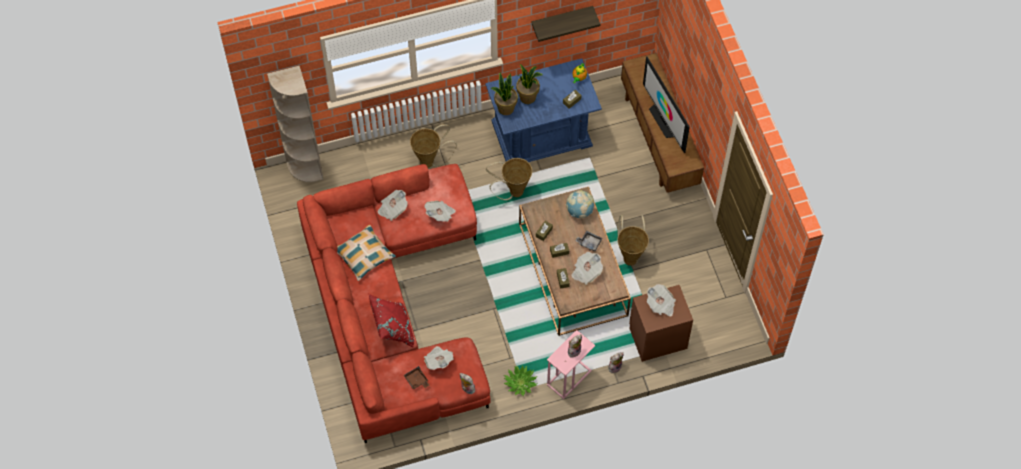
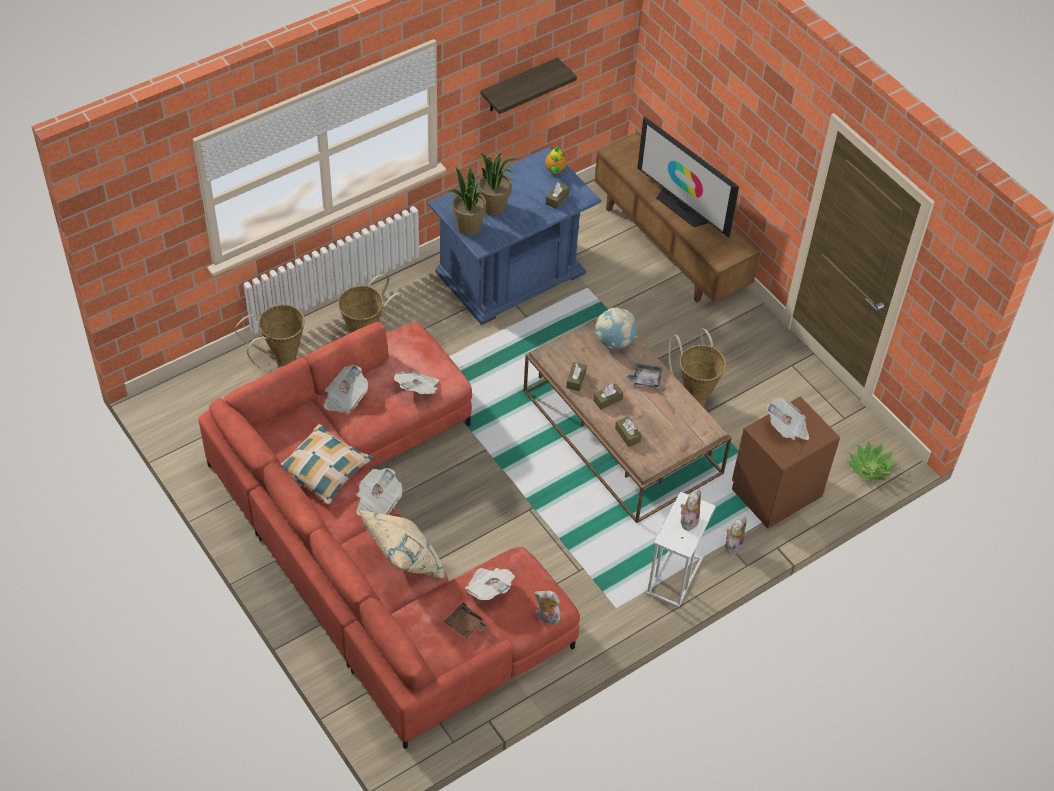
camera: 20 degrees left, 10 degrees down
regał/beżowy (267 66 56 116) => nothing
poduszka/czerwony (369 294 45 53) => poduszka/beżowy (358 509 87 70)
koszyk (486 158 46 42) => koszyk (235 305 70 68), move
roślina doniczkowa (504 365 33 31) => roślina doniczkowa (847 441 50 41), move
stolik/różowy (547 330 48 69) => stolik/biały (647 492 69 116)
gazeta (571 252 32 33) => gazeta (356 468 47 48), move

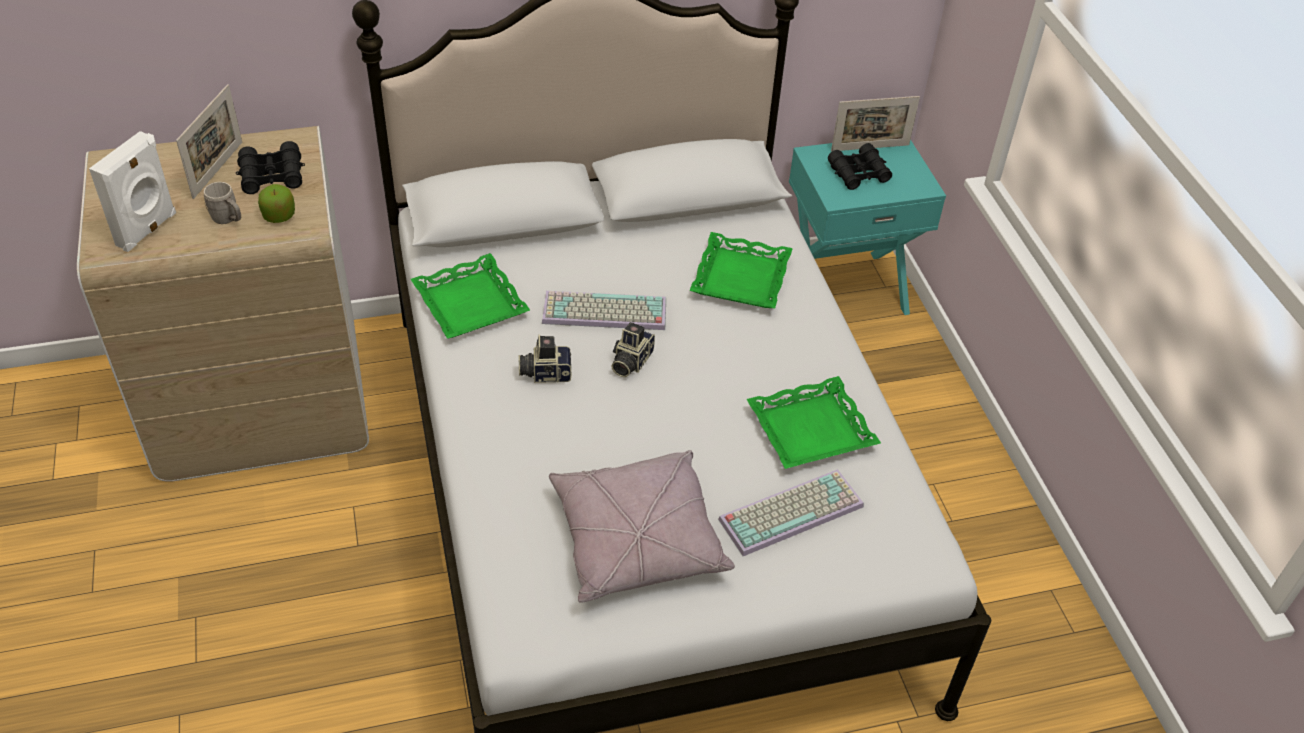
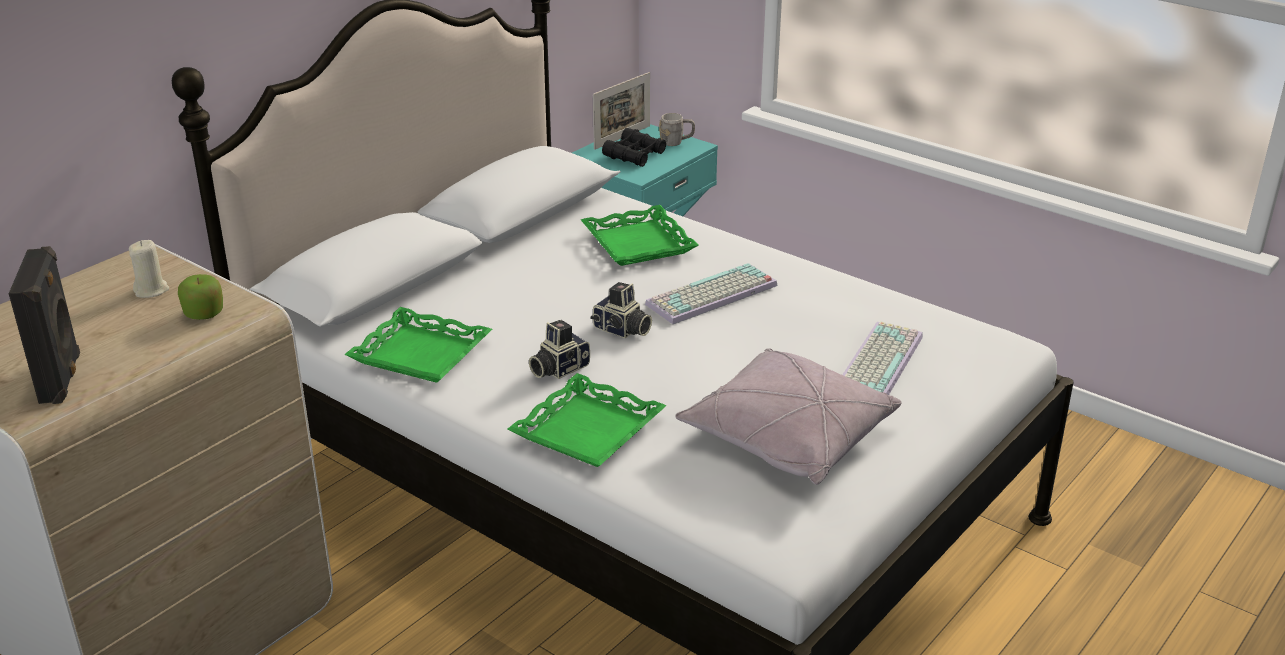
camera: 35 degrees left, 15 degrees down
głośnik/biały (89 131 87 121) => głośnik/czarny (9 246 71 158)
ramka na zdjęcie (176 84 66 115) => nothing
kubek/szary (204 182 37 42) => kubek/szary (659 113 36 33), move
lornetka/czarny (236 141 69 53) => świeca/beżowy (129 240 40 58)
klawiatura (542 291 124 39) => klawiatura (645 263 132 61), move
aparat fotograficzny (611 322 44 55) => aparat fotograficzny (591 282 61 56), 45 degrees counterclockwise
taca/zielony (747 376 134 93) => taca/zielony (508 373 159 94), move

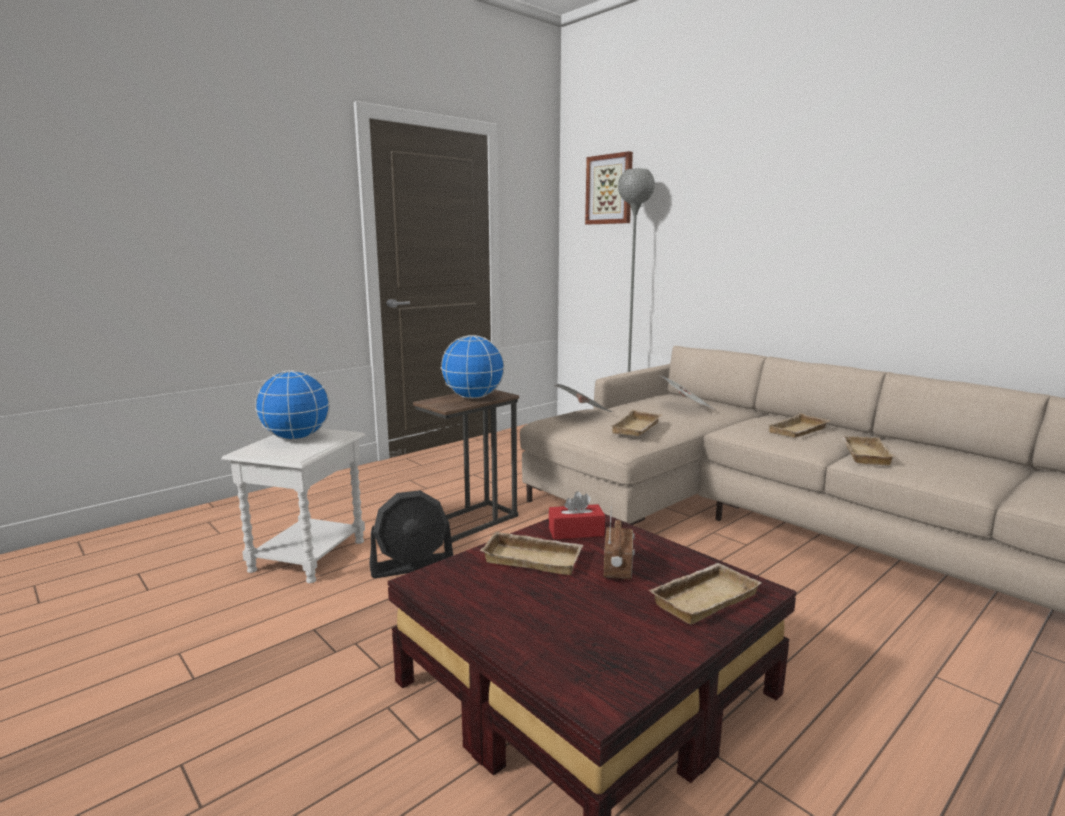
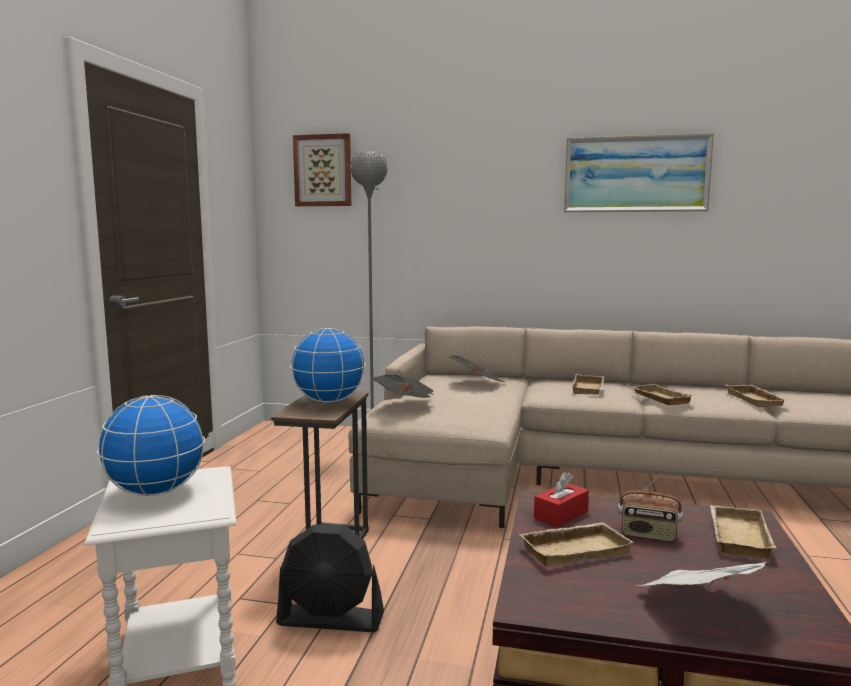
camera: 35 degrees left, 5 degrees down
wentylator/czarny (369 490 84 88) => wentylator/czarny (276 524 108 108), 60 degrees clockwise
radio (604 506 31 73) => radio (618 473 64 69), 135 degrees clockwise
taca/beżowy (610 410 52 26) => taca/beżowy (725 384 64 23), move
nothing => obraz (564 133 150 79)
nothing => gazeta (638 562 130 25)

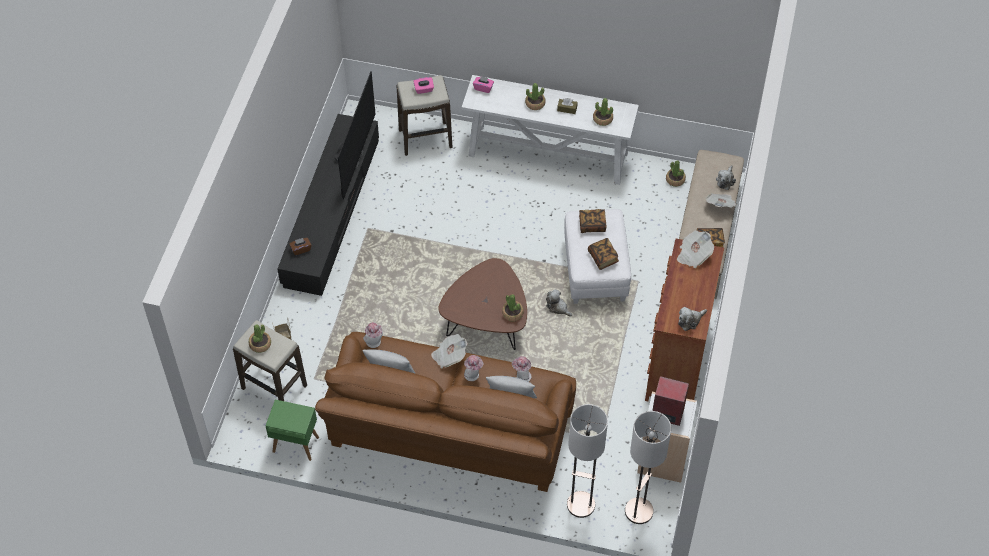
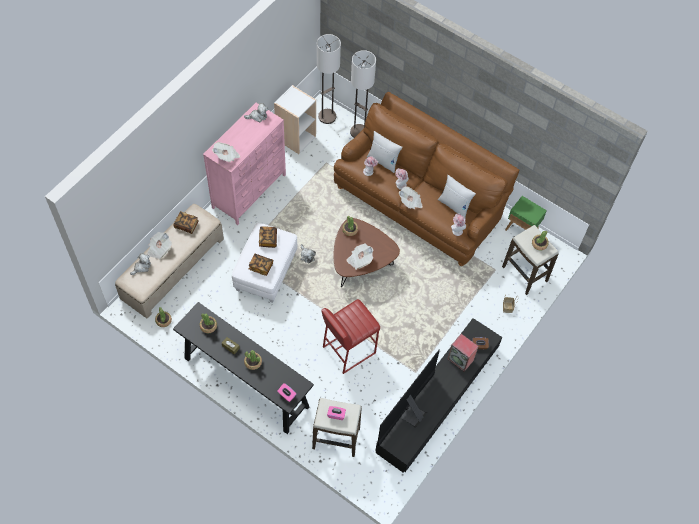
camera: 160 degrees left, 5 degrees up
stolik konsolowy/biały (462 75 177 110) => stolik konsolowy/czarny (173 302 141 132)
komoda/brązowy (645 239 79 162) => komoda/różowy (203 103 83 122)
głośnik (652 376 37 50) => głośnik (448 334 31 38), move
nothing => stołek/czerwony (322 299 58 75)
nothing => gazeta (347 244 27 26)

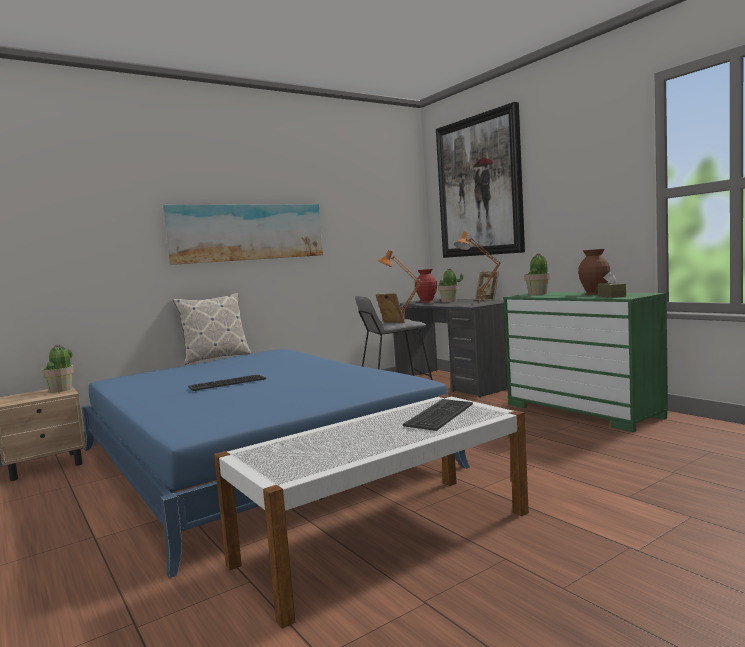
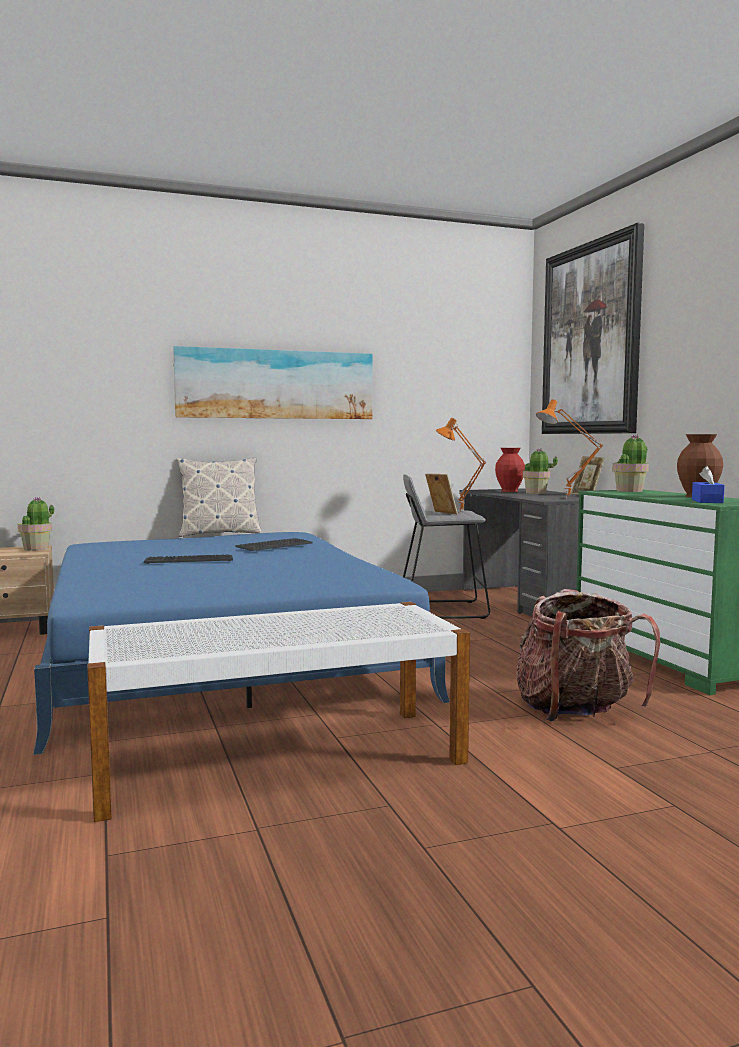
camera: 15 degrees right, 0 degrees up
klawiatura (403 399 70 32) => klawiatura (235 538 78 13), move
pudełko chusteczek/brązowy (598 272 28 26) => pudełko chusteczek/niebieski (692 466 33 37)
nothing => plecak (516 589 144 132)

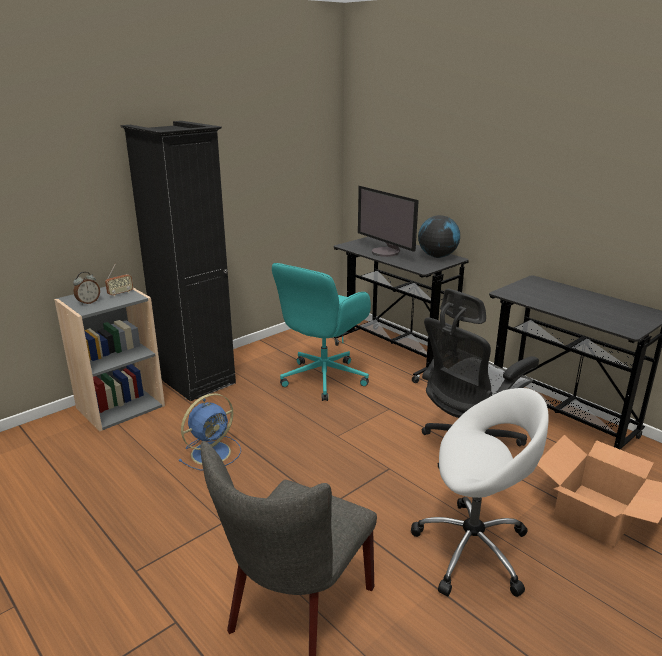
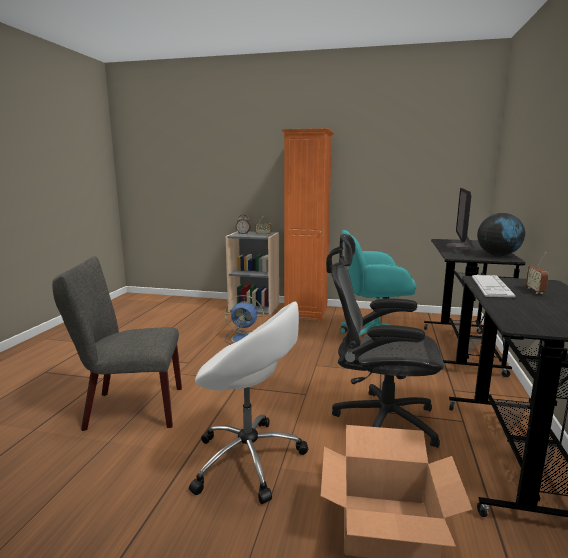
camera: 55 degrees right, 10 degrees down
szafka/czarny (120 121 116 280) => szafka/pomarańczowy (281 128 53 193)
krzesło biurowe/biały (411 388 138 209) => krzesło biurowe/biały (189 301 119 203), 45 degrees counterclockwise
nothing => klawiatura (472 275 44 22)
nothing => radio (526 252 23 42)

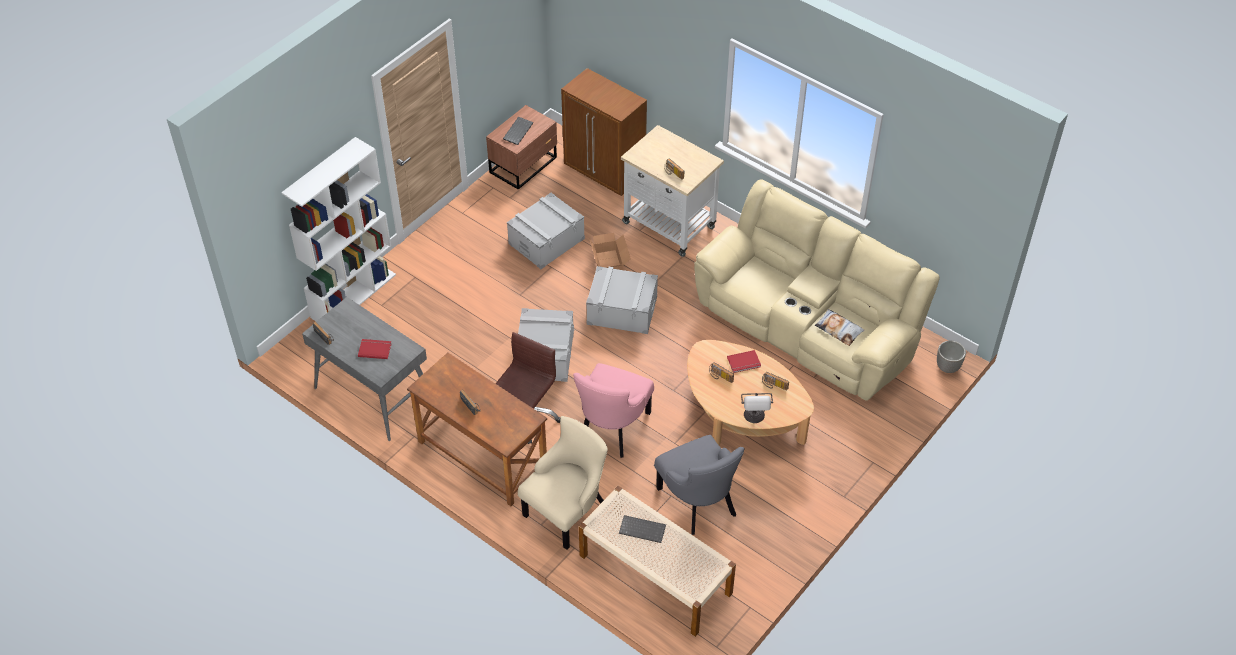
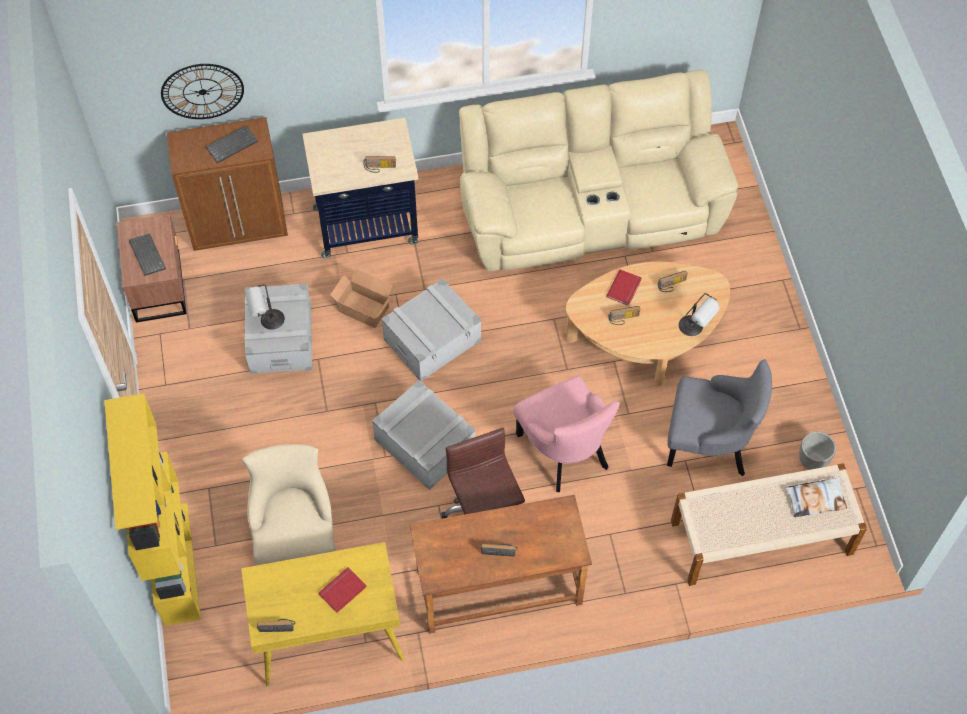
camera: 50 degrees left, 10 degrees up
regał/biały (281 137 115 185) => regał/żółty (104 393 97 233)
biurko/szary (302 297 125 144) => biurko/żółty (241 542 163 145)
krzesło/beżowy (518 416 90 134) => krzesło/beżowy (242 444 94 122), move
klawiatura (619 515 47 28) => klawiatura (206 125 52 38), move
wózek/biały (621 125 103 132) => wózek/niebieski (302 118 116 140)
poduszka (815 309 50 37) => poduszka (785 478 62 39), move
donica (937 341 29 32) => donica (799 431 37 39), move
nothing => zegar ścienny (161 64 83 55)
nothing => lampa stołowa (246 284 39 46)

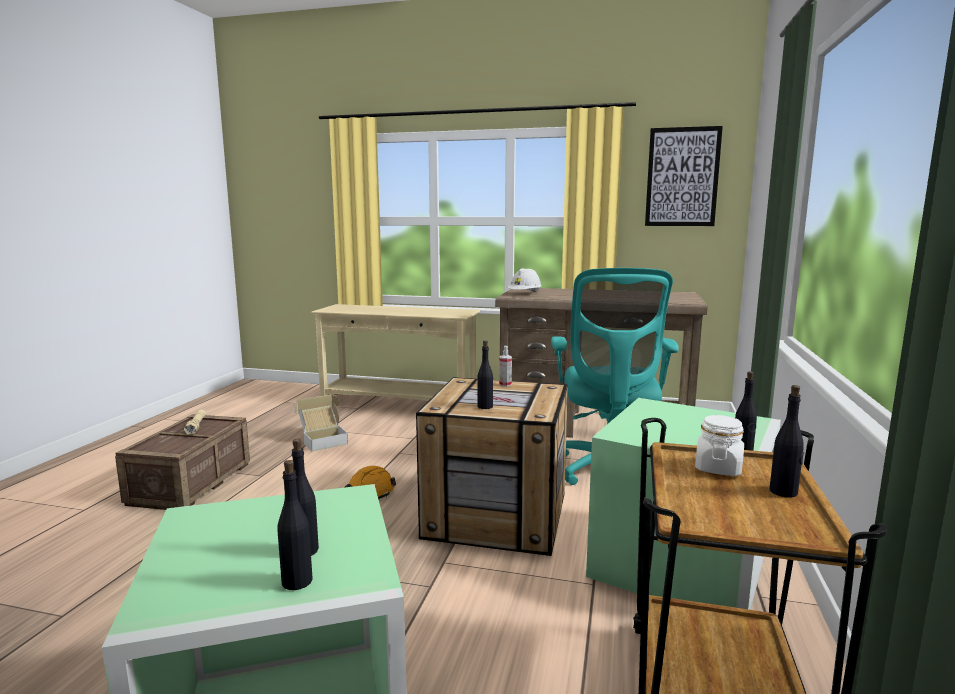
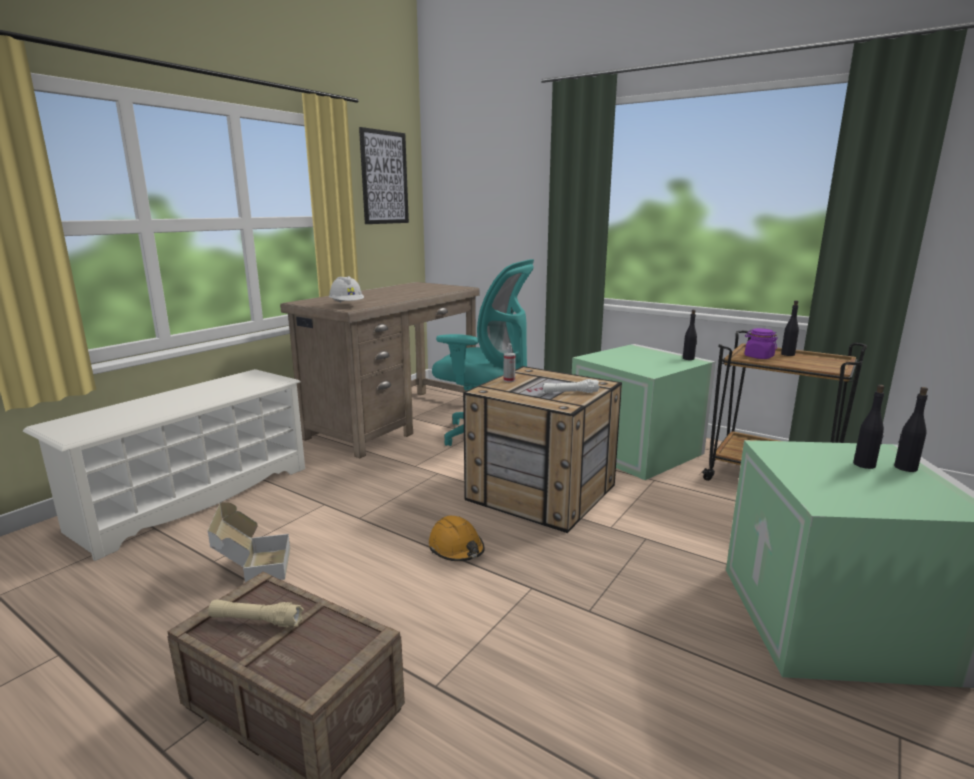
camera: 70 degrees left, 5 degrees up
stolik konsolowy/beżowy (311 304 169 97) => regał na buty/biały (23 369 282 192)
butelka/czarny (477 341 16 68) => latarka/biały (543 379 57 15)
słoik/biały (695 415 49 61) => słoik/fioletowy (745 328 33 31)

